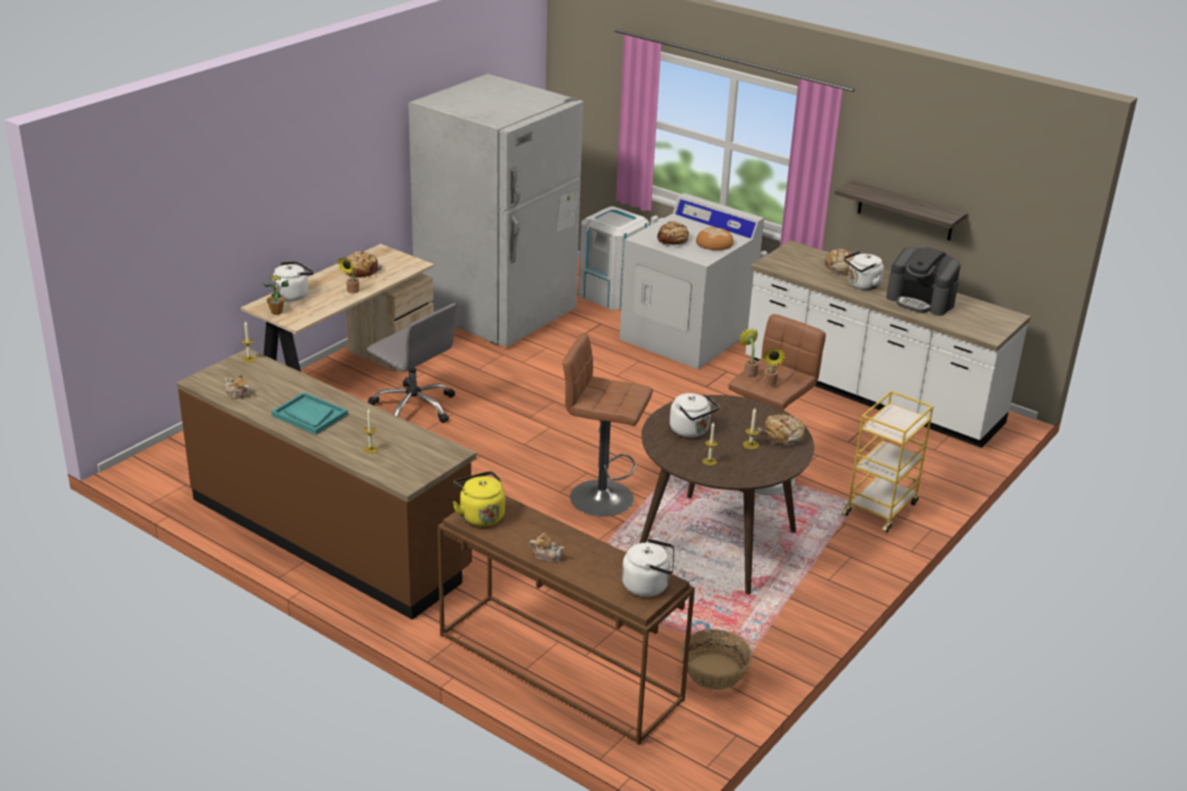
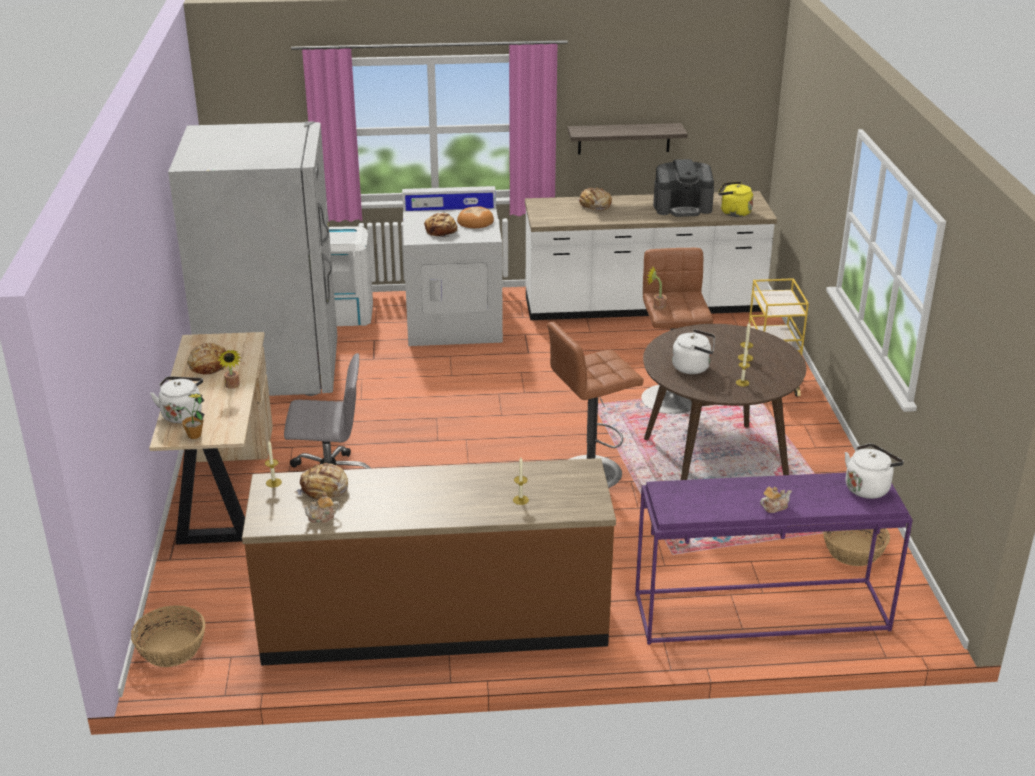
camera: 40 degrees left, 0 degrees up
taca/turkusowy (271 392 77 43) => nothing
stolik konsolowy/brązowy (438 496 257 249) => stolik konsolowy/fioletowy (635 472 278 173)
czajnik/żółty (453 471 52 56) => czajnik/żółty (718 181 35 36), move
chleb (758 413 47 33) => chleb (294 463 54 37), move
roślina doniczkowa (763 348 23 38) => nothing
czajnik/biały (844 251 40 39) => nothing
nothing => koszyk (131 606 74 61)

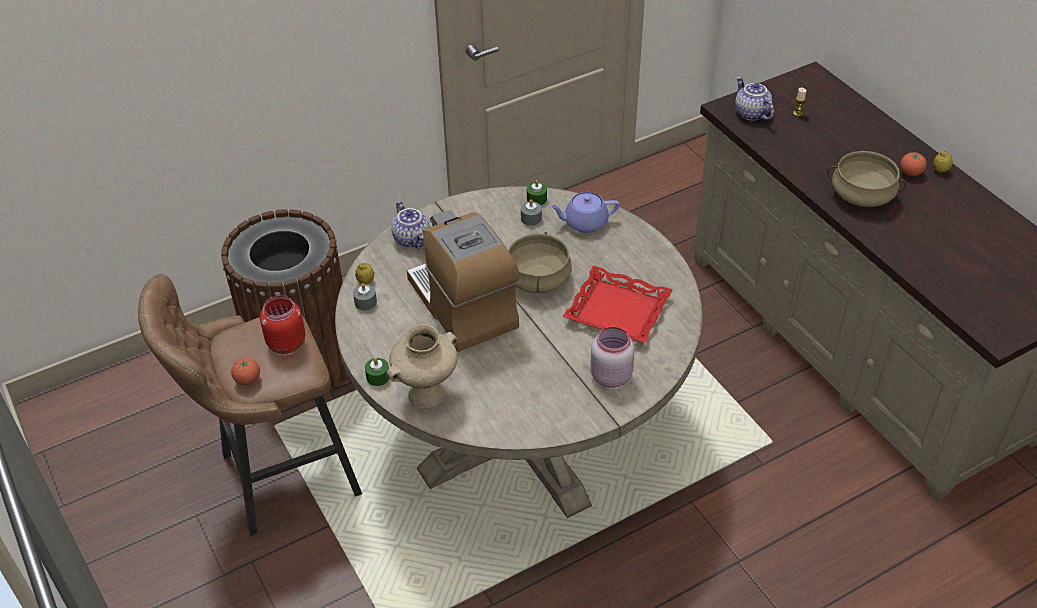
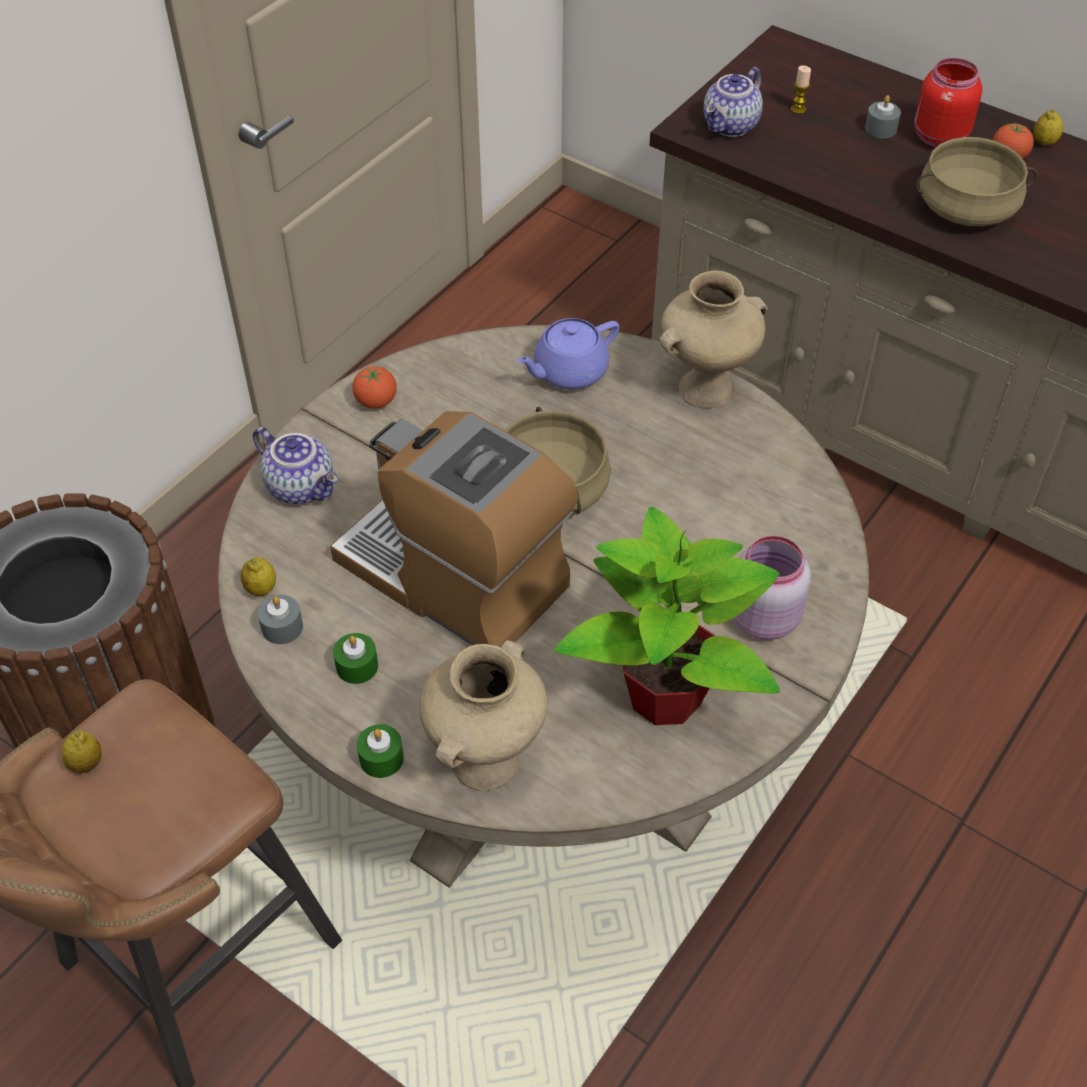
camera: 25 degrees left, 5 degrees up
pomidor (231 358 29 27) => pomidor (352 366 45 43), move
słoik/czerwony (260 295 45 59) => słoik/czerwony (914 58 68 89), move
świeca/szary (521 199 21 27) => świeca/szary (865 95 36 43), move
świeca/zielony (527 180 20 25) => świeca/zielony (333 633 45 51), move
taca/czerwony (563 265 110 78) => nothing
imbryk (735 76 39 45) => imbryk (703 67 60 70), 90 degrees counterclockwise
nothing => cytryna (62 730 40 44)
nothing => roślina doniczkowa (554 506 226 219)
nothing => wazon/beżowy (660 270 108 139)

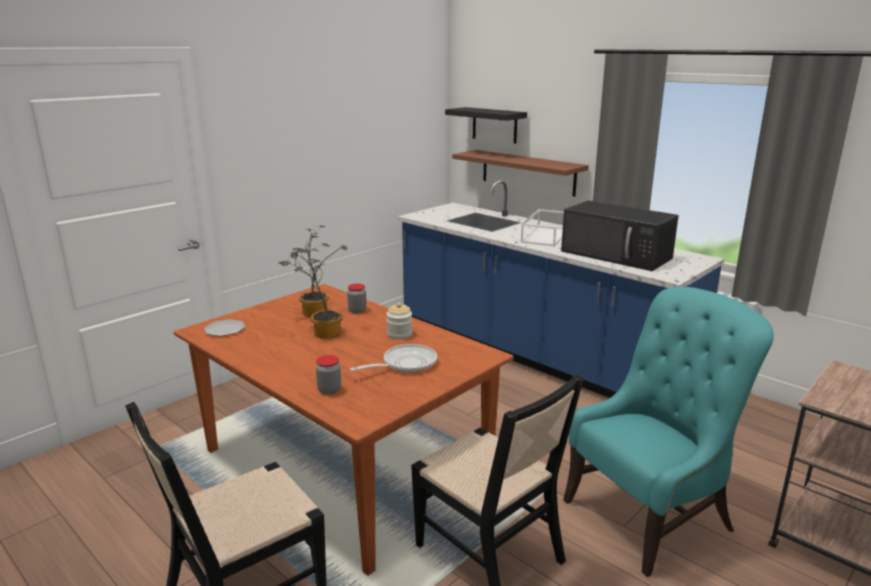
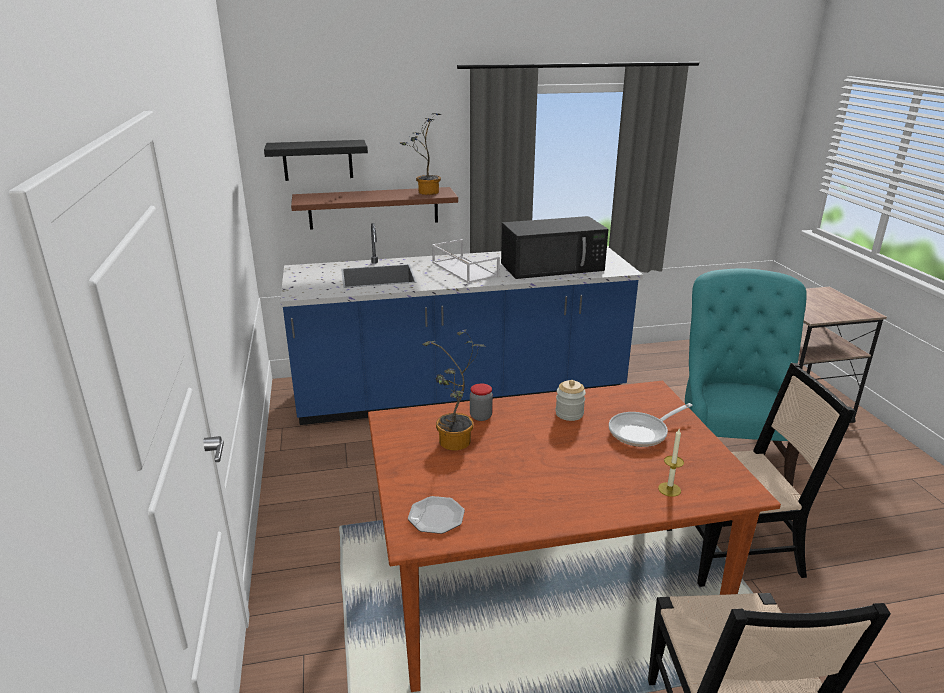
camera: 55 degrees left, 5 degrees up
roślina doniczkowa (294 243 54 96) => roślina doniczkowa (400 113 41 82), move
słoik (316 355 25 40) => świeca (658 429 26 68)
patelnia (350 344 87 29) => patelnia (609 403 84 44), 120 degrees counterclockwise

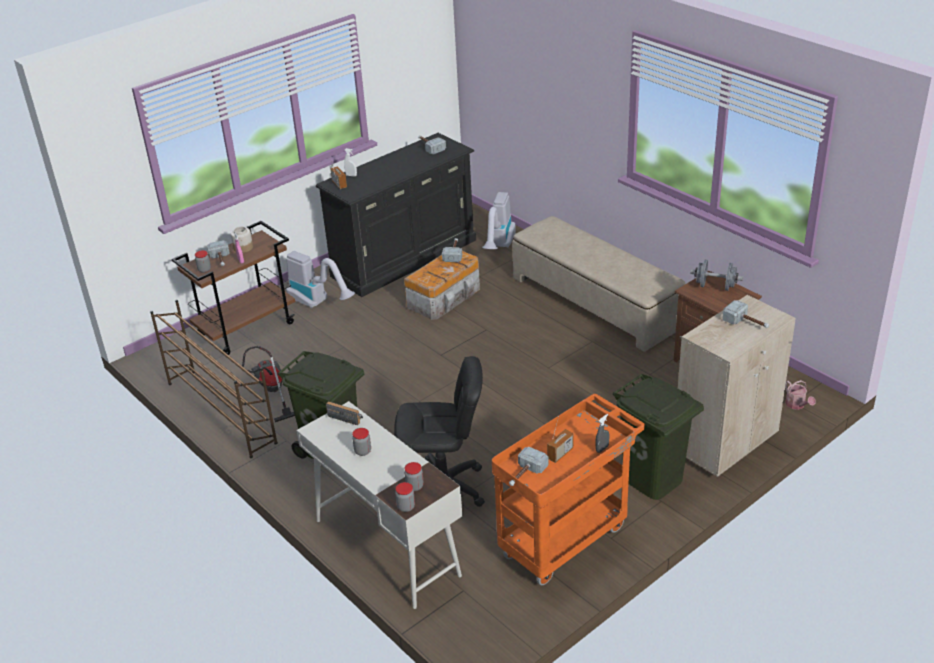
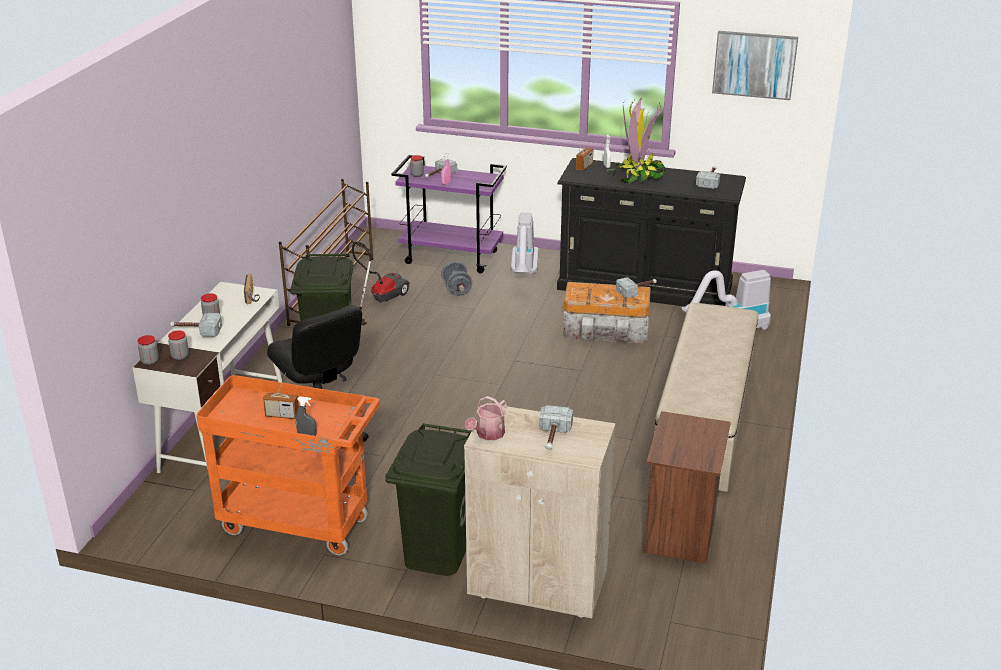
camera: 55 degrees right, 5 degrees down
wózek/brązowy (172 221 123 134) => wózek/fioletowy (392 155 115 118)
słoik (231 226 22 27) => nothing
młotek (509 447 39 39) => młotek (170 313 52 24), move
hantel/szary (690 260 53 31) => hantel/szary (441 261 32 35), move
konewka (785 380 31 30) => konewka (465 396 42 44), move
nothing => roślina doniczkowa (607 97 61 86)
nothing => obraz (712 31 86 69)

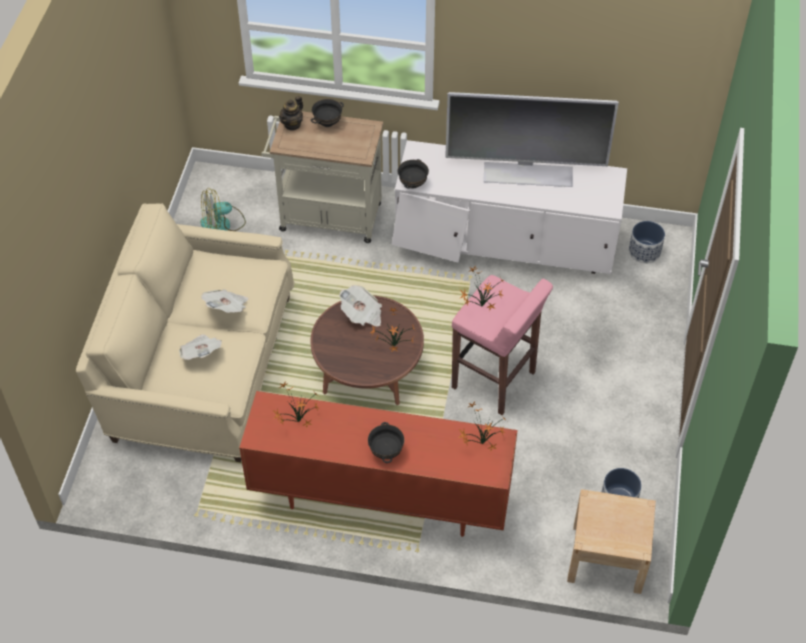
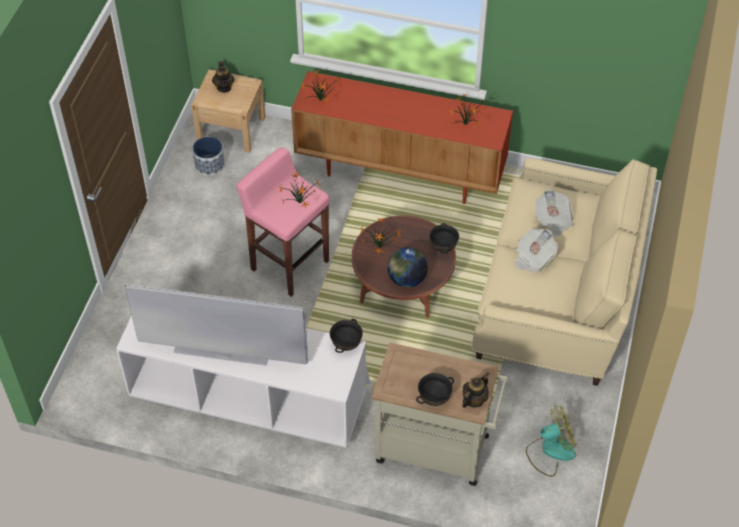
camera: 175 degrees left, 0 degrees up
gazeta (339 285 43 42) => globus (387 247 41 41)
miska/czarny (368 422 36 41) => miska/czarny (429 223 30 31), move
donica (629 221 36 43) => nothing
nothing => imbryk (212 61 22 32)

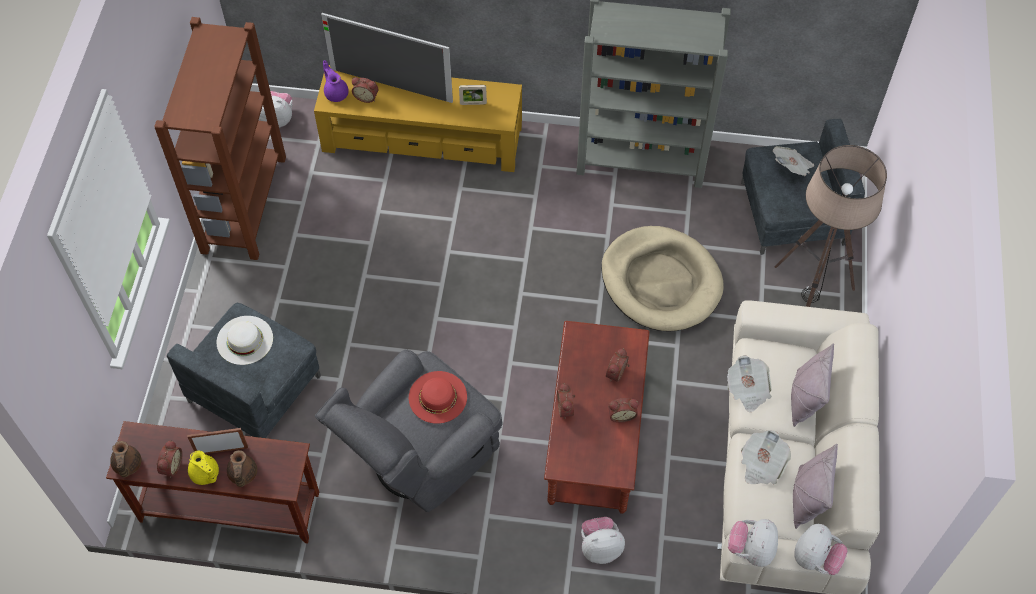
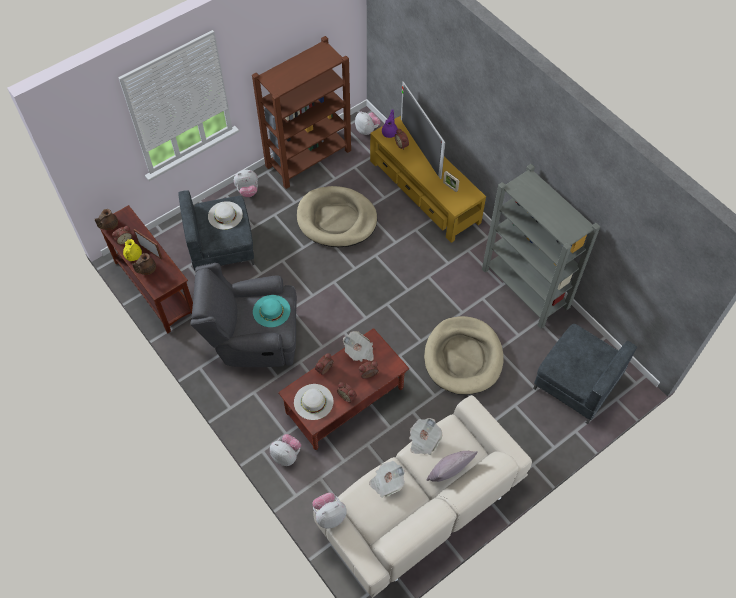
camera: 45 degrees right, 0 degrees up
kapelusz/czerwony (409 371 58 53) => kapelusz/turkusowy (253 295 37 32)
gazeta (773 146 41 30) => gazeta (343 331 31 31), move
lampa stojąca (774 145 113 162) => nothing
poduszka/fioletowy (793 444 45 85) => nothing
pluszak (795 524 53 51) => pluszak (234 170 24 27), move
nothing => kapelusz/biały (294 384 39 36)
nothing => legowisko/beżowy (297 186 80 61)

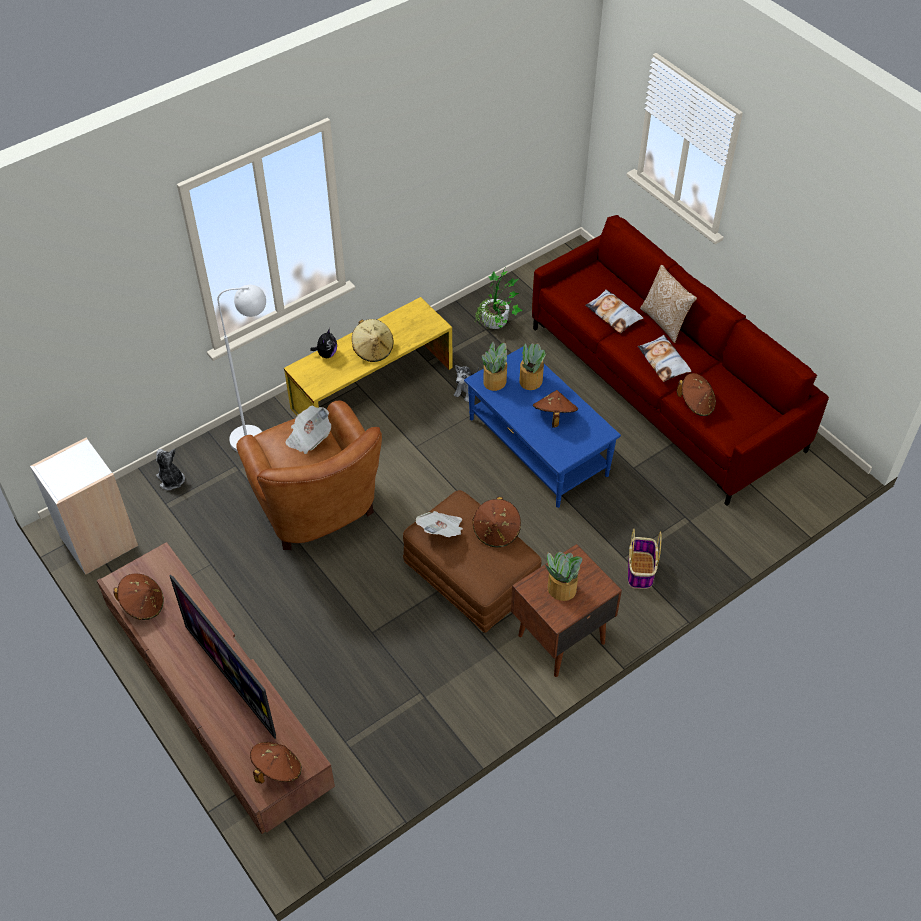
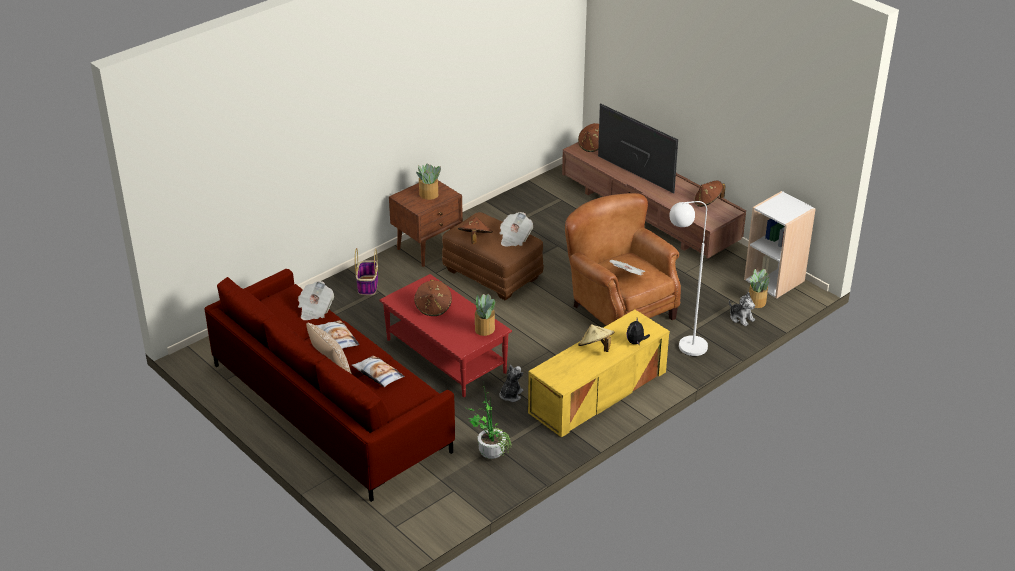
camera: 175 degrees right, 15 degrees down
ława/niebieski (464 346 157 162) => ława/czerwony (379 274 133 124)
roślina doniczkowa (519 343 28 47) => roślina doniczkowa (749 269 21 39), move
kapelusz/brązowy (677 373 39 43) => gazeta (298 281 36 39)

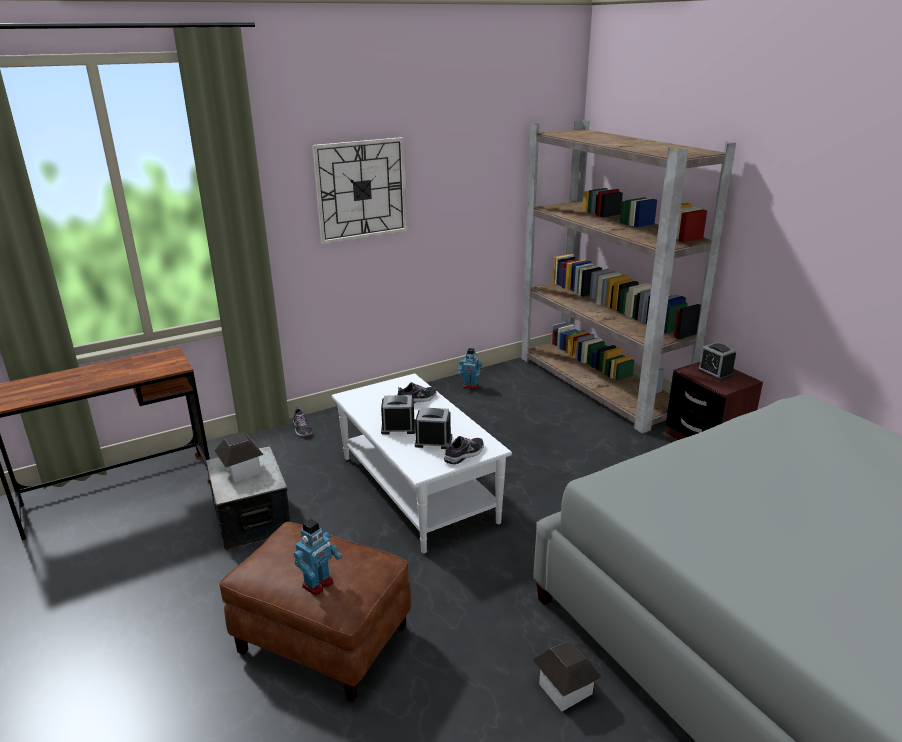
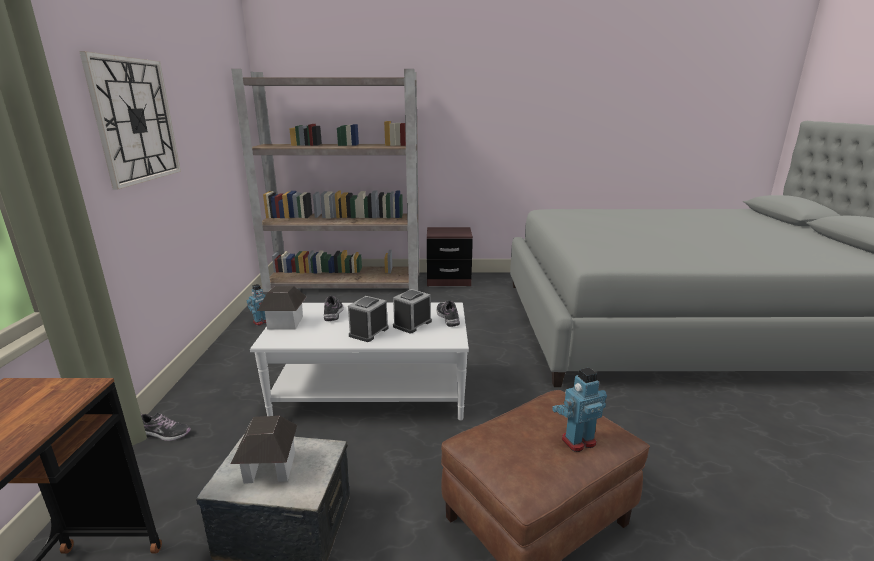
camera: 60 degrees left, 5 degrees down
robot zabawkowy (294 519 48 76) => robot zabawkowy (552 368 55 84), 90 degrees counterclockwise
domek (533 641 69 70) => domek (257 286 50 44), move
budzik (697 342 40 39) => nothing

